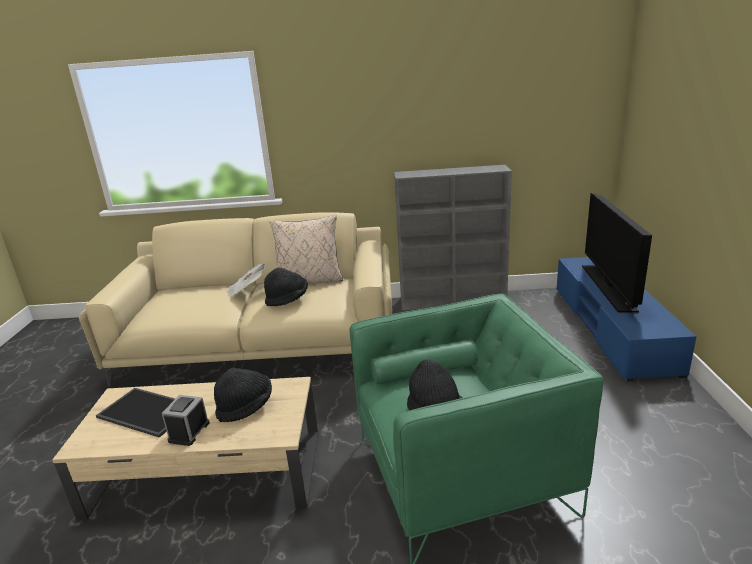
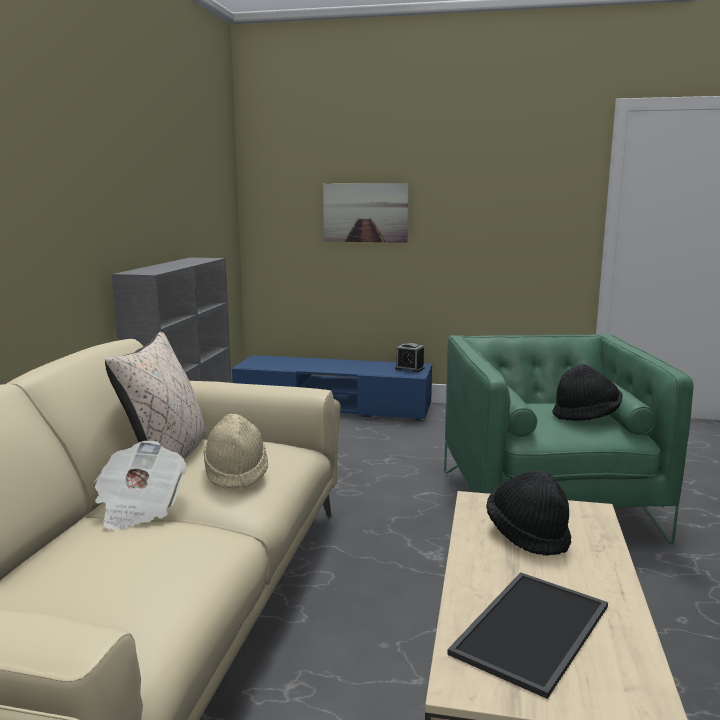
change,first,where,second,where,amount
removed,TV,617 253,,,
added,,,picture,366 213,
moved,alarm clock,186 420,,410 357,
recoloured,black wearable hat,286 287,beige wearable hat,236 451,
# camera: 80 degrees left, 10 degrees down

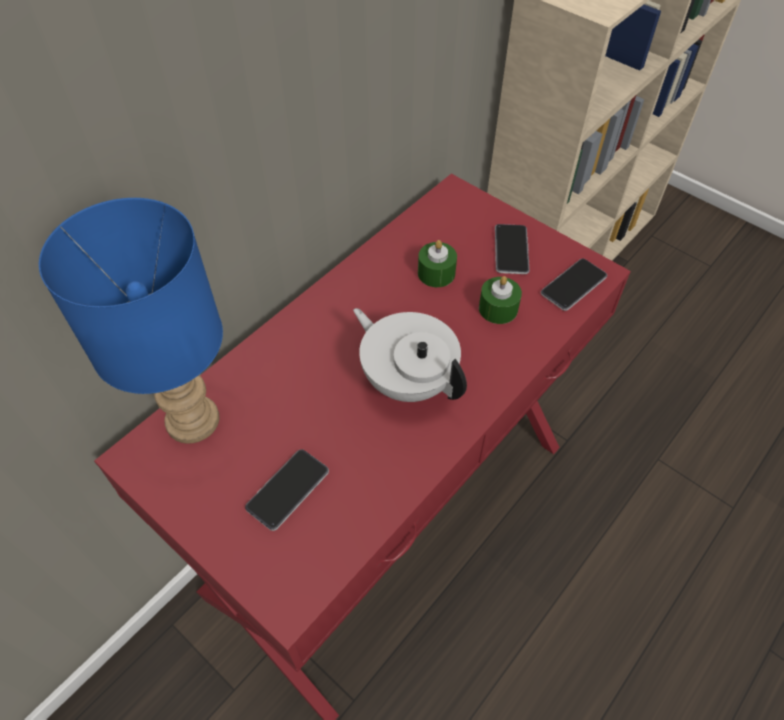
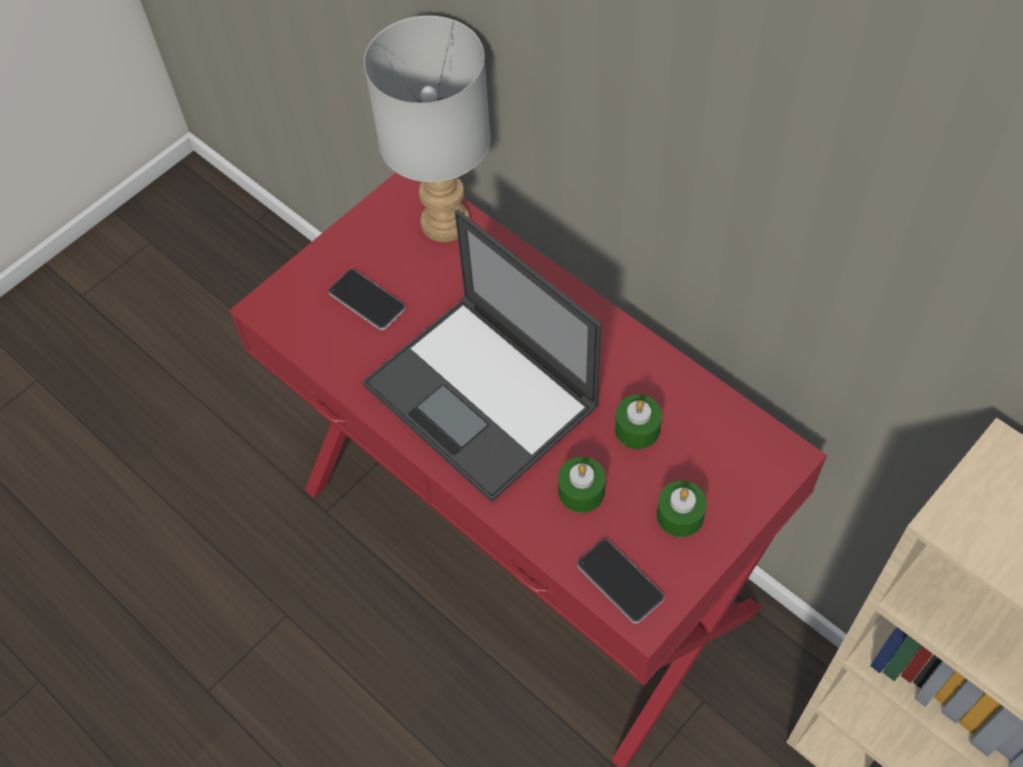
change,first,where,second,where,amount
replaced,whitish teapot,410 355,portable computer,482 356,
replaced,telephone,512 249,green-coloured wax candle,681 509,
recoloured,bluish lamp for a table,131 321,gray lamp for a table,427 128,
# camera: 95 degrees right, 5 degrees up

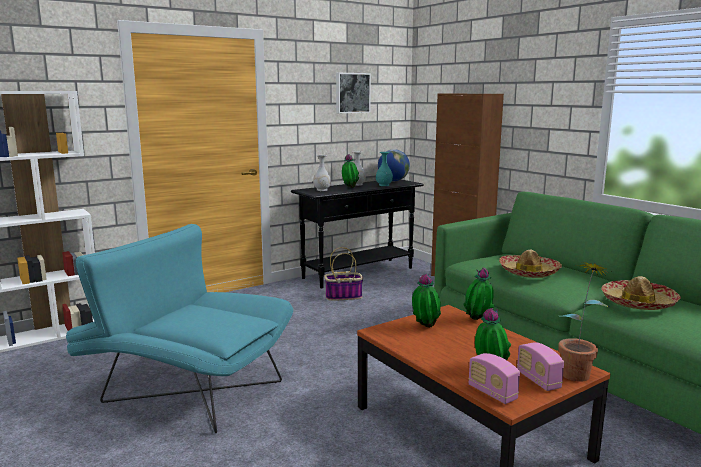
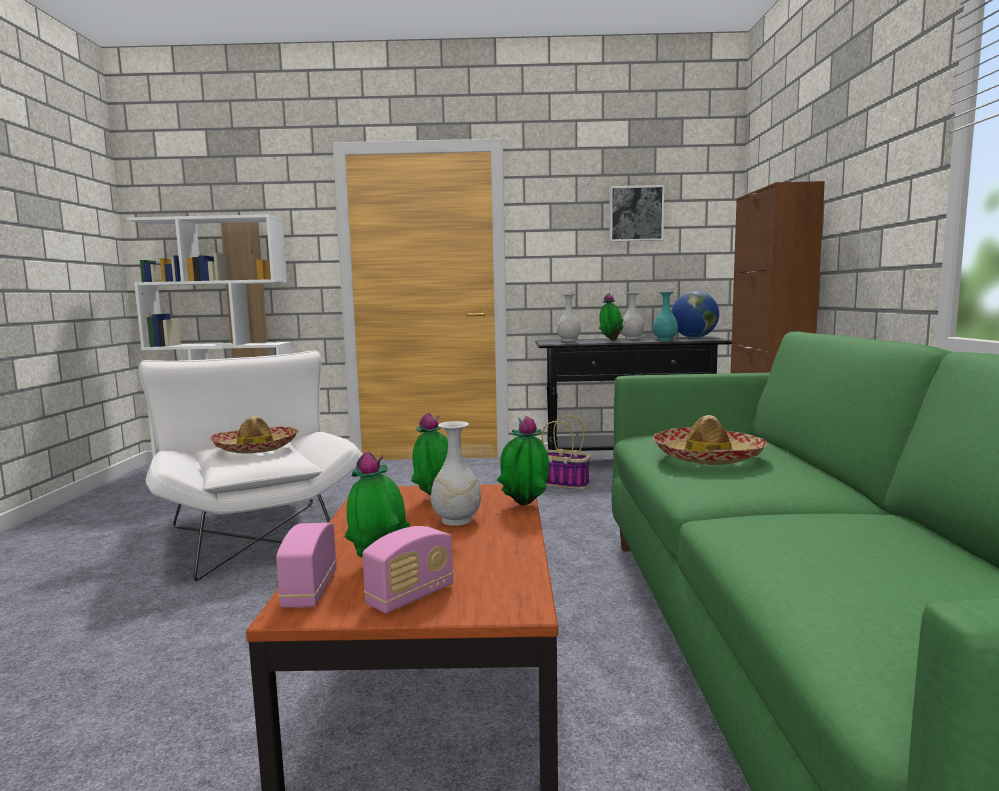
change,first,where,second,where,amount
removed,potted plant,584 322,,,
added,,,whitish decorative vase,456 473,
moved,wearable hat,641 293,,254 435,
recoloured,turquoise lounge chair,179 328,whitish lounge chair,250 465,
turned,radio receiver,540 366,,408 570,150 degrees counterclockwise
# camera: 35 degrees right, 5 degrees down

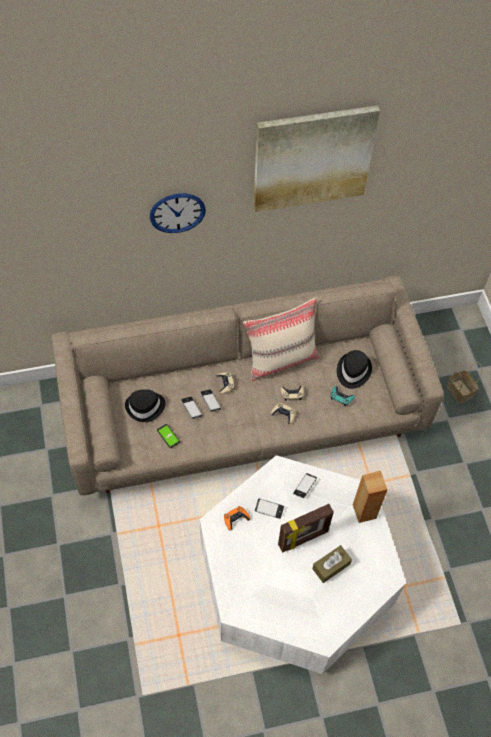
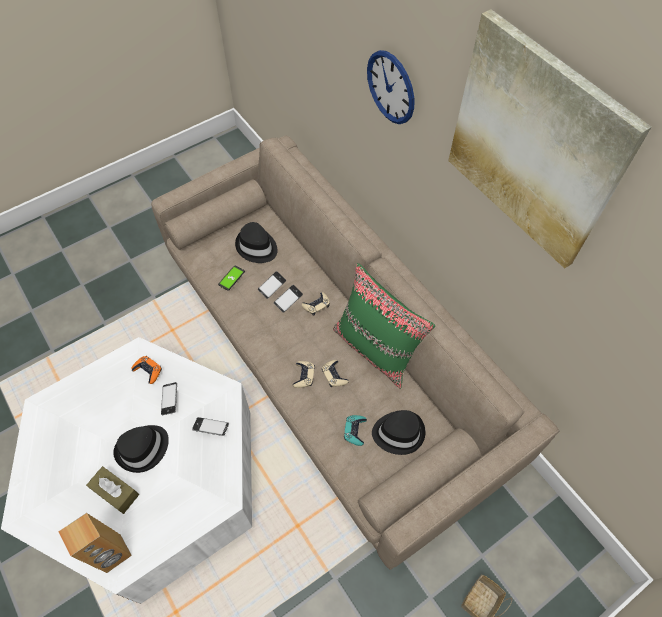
change,first,where,second,where,amount
moved,brown speaker,370 496,,95 543,
replaced,picture frame,306 528,black wearable hat,141 449,
recoloured,beige throw pillow,281 339,green-coloured throw pillow,384 326,
# camera: 70 degrees right, 0 degrees up

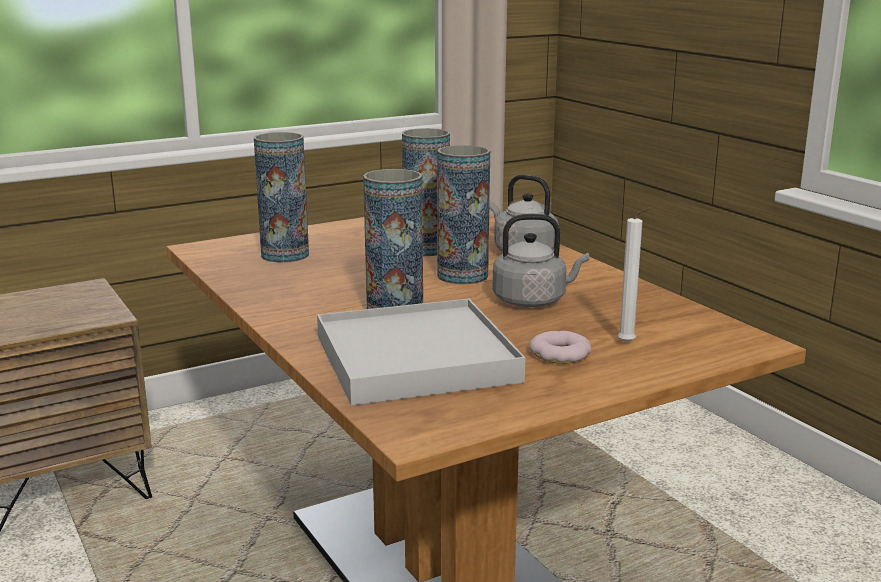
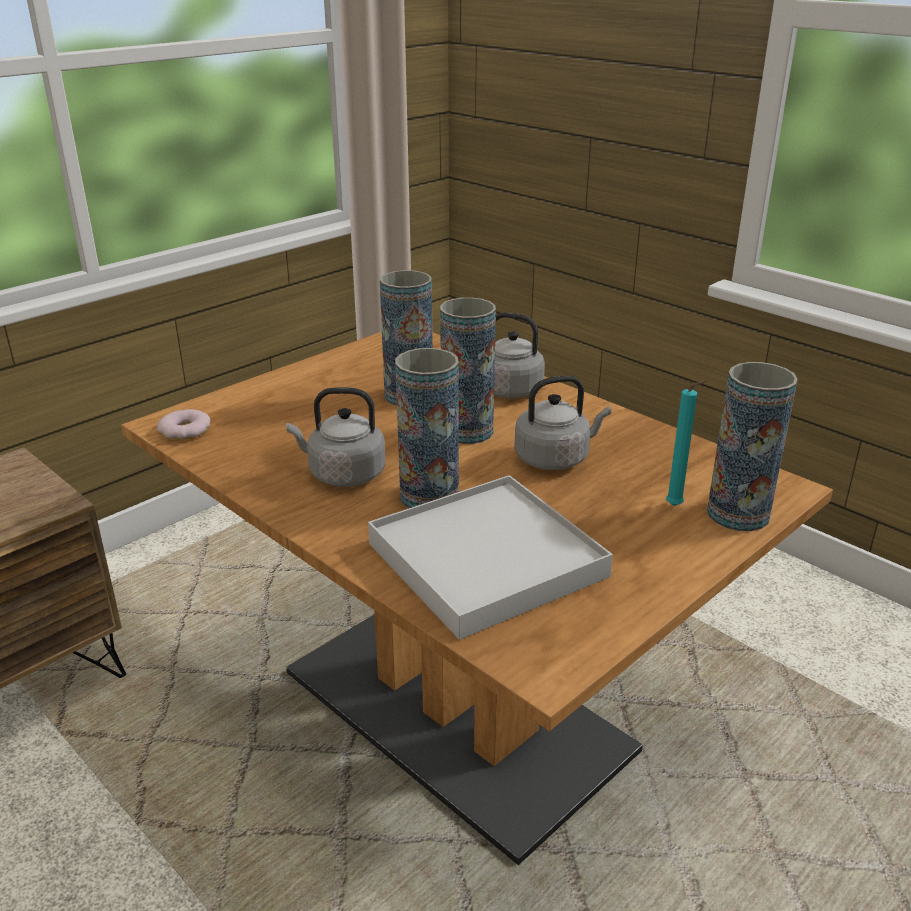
change,first,where,second,where,amount
added,,,gray tea kettle,335 437,
moved,decorative vase,281 197,,752 446,
moved,ring doughnut,560 347,,183 424,
recoloured,whitish wax candle,634 275,turquoise wax candle,687 443,
# camera: 15 degrees left, 10 degrees up

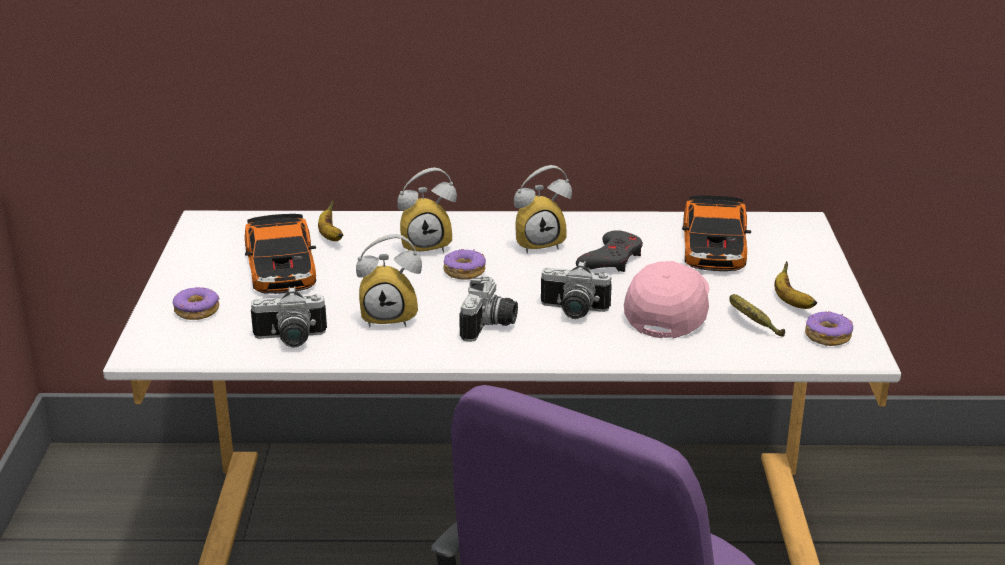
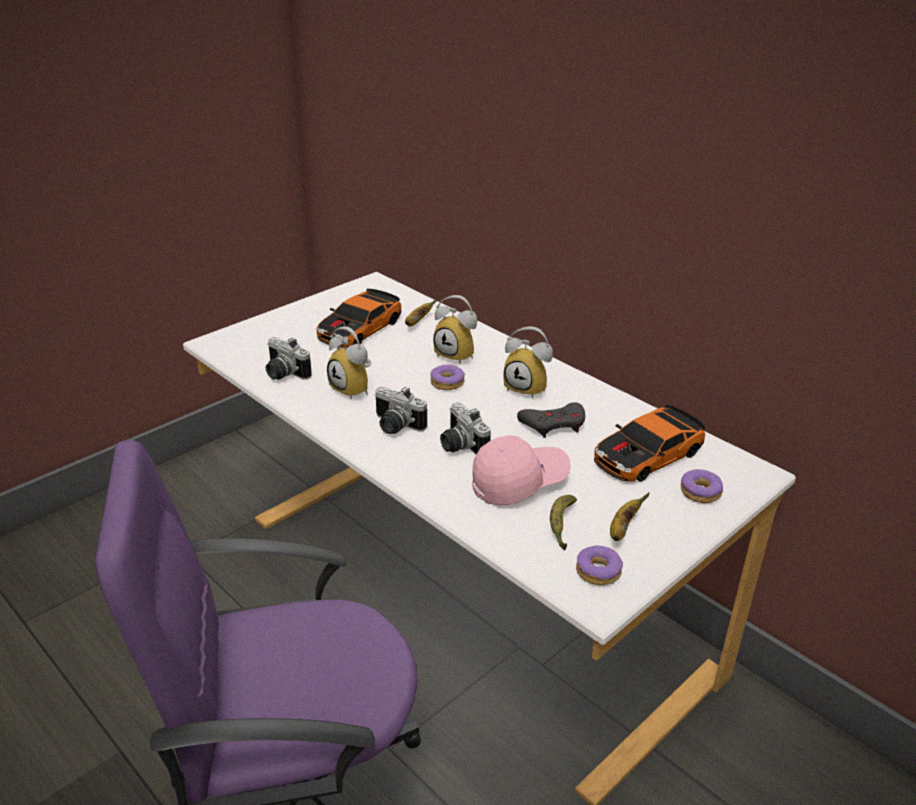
change,first,where,second,where,amount
moved,ring doughnut,196 303,,702 486,
turned,still camera,488 309,,401 410,60 degrees clockwise
# camera: 45 degrees right, 5 degrees up

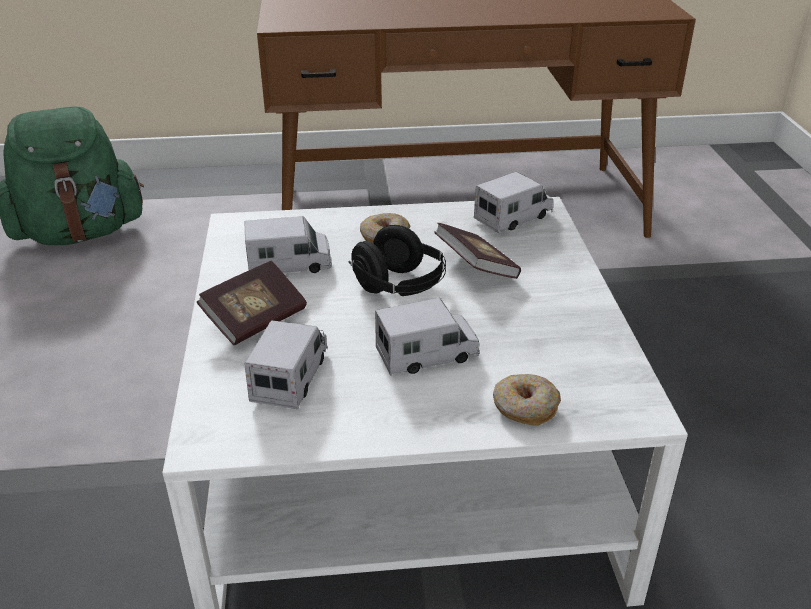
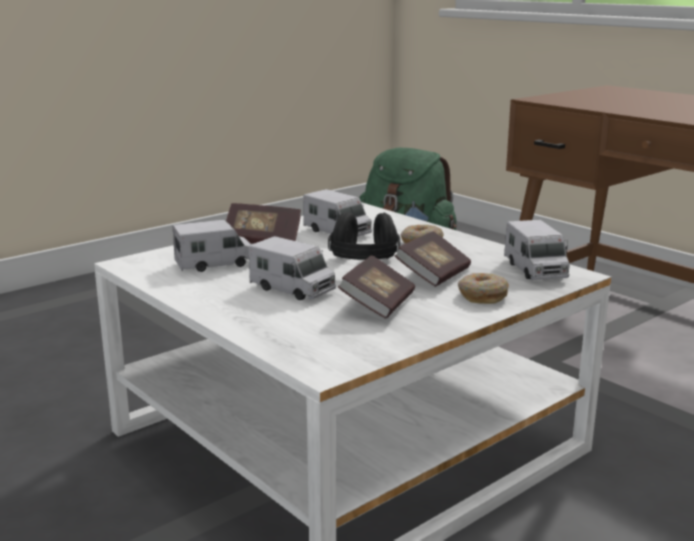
change,first,where,second,where,amount
added,,,bound book,376 287,
moved,ring doughnut,527 400,,483 288,
turned,toy lorry,513 202,,537 250,60 degrees clockwise
# camera: 55 degrees right, 15 degrees down

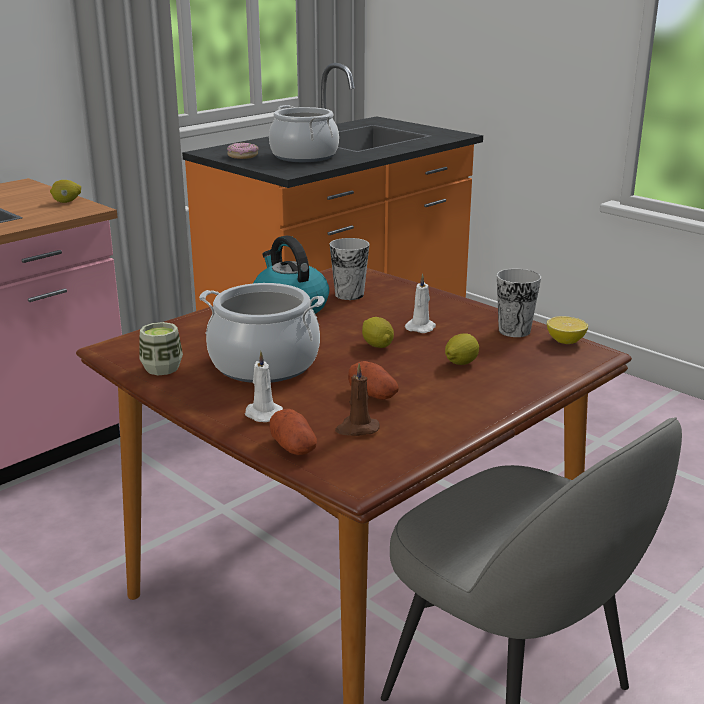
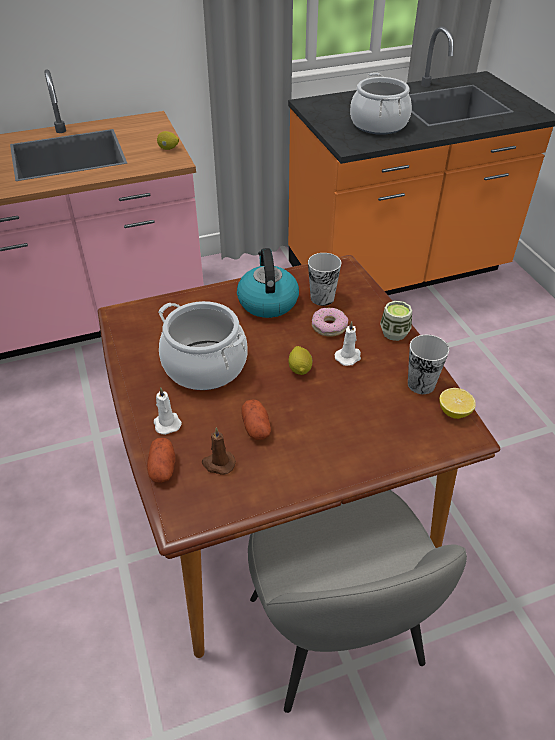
change,first,where,second,where,amount
removed,citrus fruit,462 349,,,
moved,cup,161 348,,396 321,
moved,ring doughnut,243 151,,330 322,
# camera: 25 degrees right, 20 degrees up

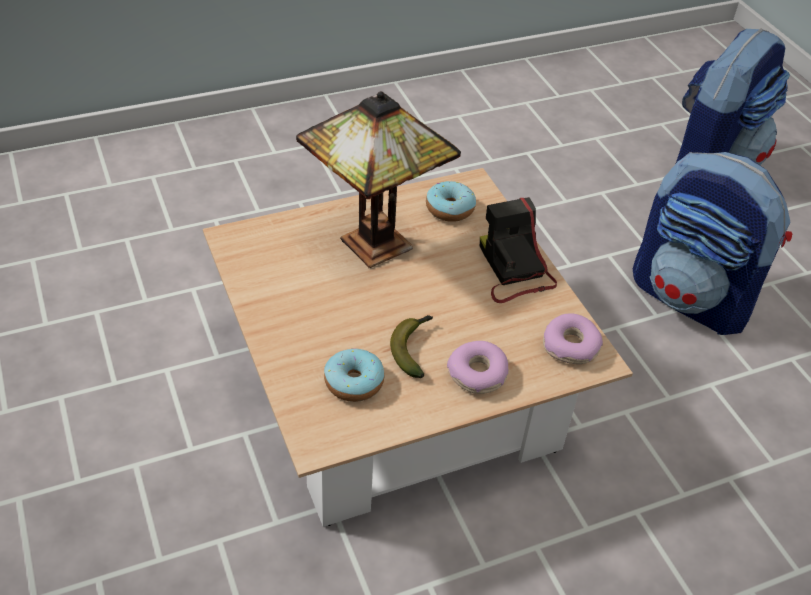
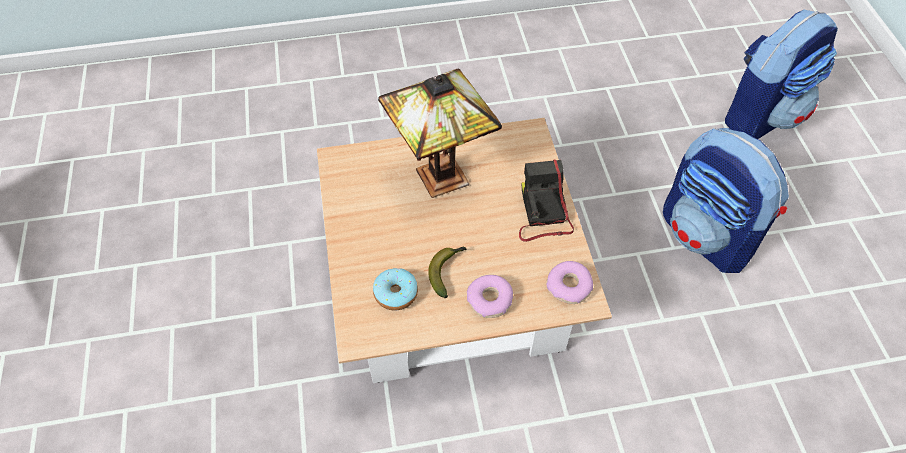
change,first,where,second,where,amount
removed,ring doughnut,451 201,,,
# camera: 15 degrees right, 10 degrees up

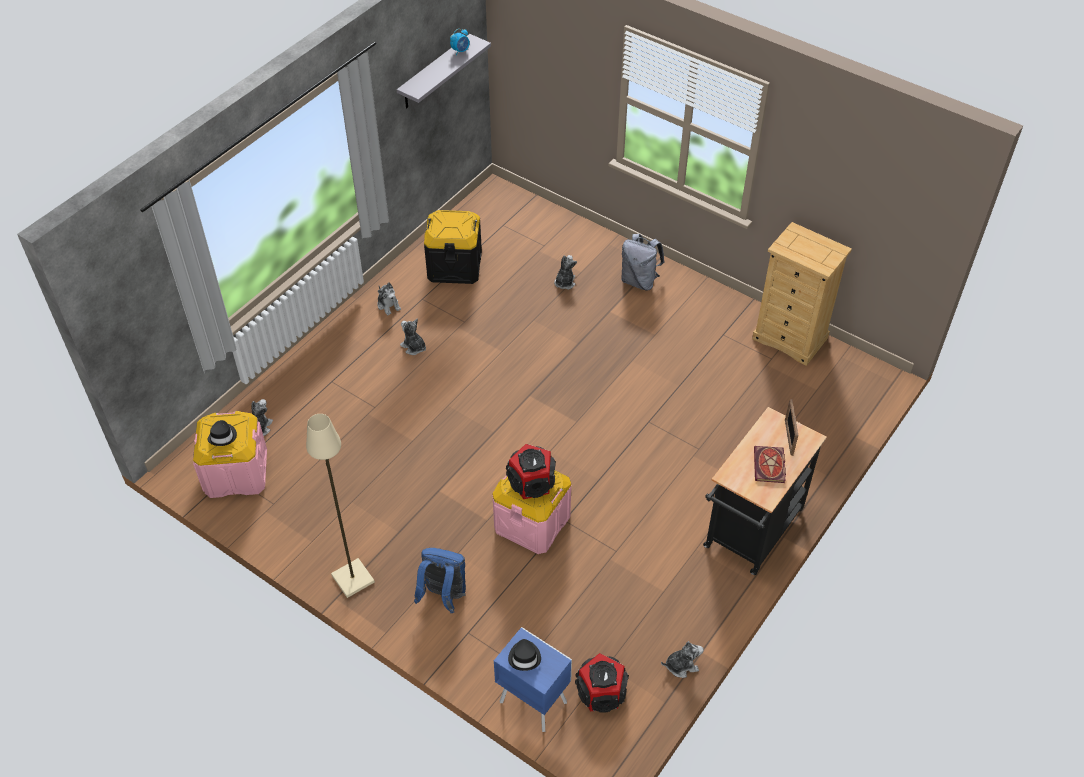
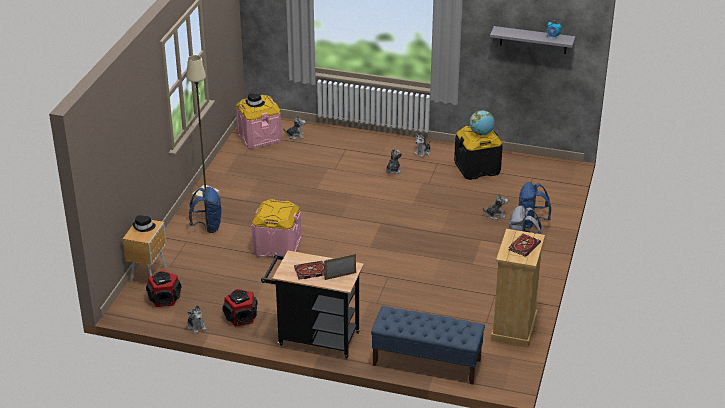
change,first,where,second,where,amount
added,,,bluish bench,428 345,
added,,,globe,482 123,
added,,,bound book,524 245,
added,,,bluish knapsack,535 205,
moved,speaker,531 471,,240 308,
recoloured,bluish nightstand,533 679,brown nightstand,145 251,
# camera: 70 degrees right, 15 degrees down

